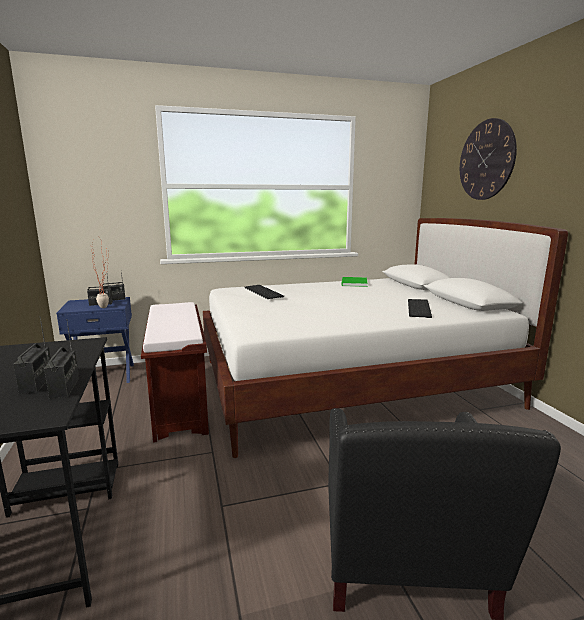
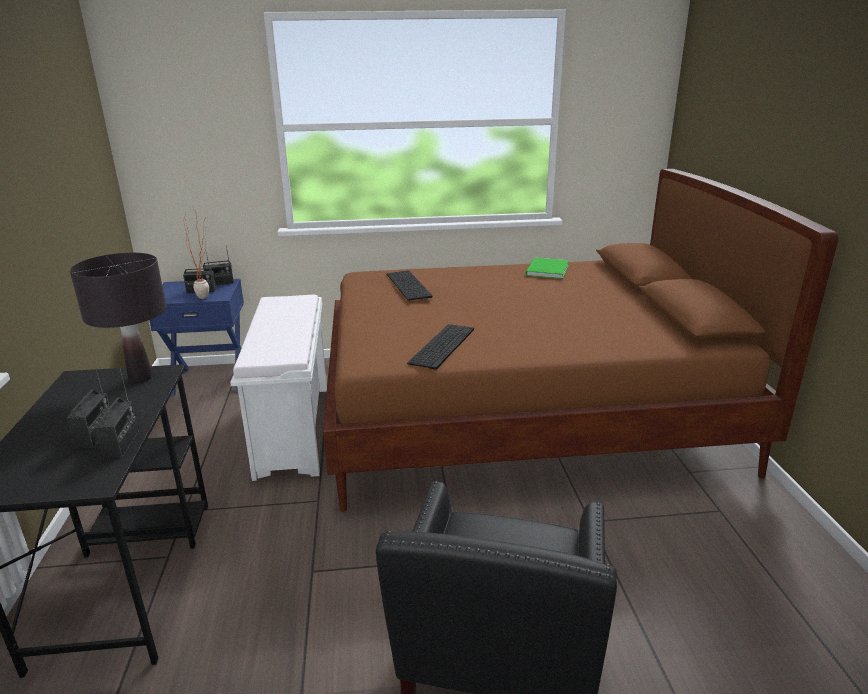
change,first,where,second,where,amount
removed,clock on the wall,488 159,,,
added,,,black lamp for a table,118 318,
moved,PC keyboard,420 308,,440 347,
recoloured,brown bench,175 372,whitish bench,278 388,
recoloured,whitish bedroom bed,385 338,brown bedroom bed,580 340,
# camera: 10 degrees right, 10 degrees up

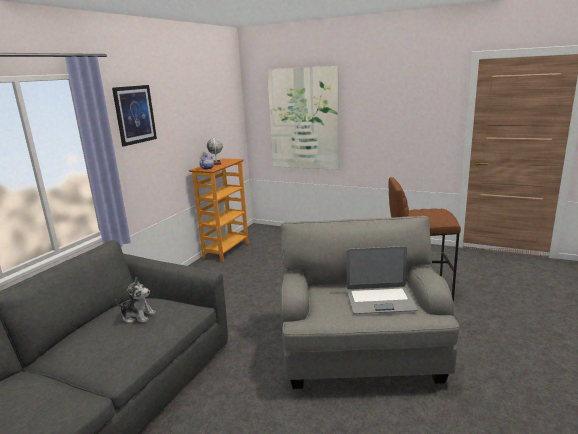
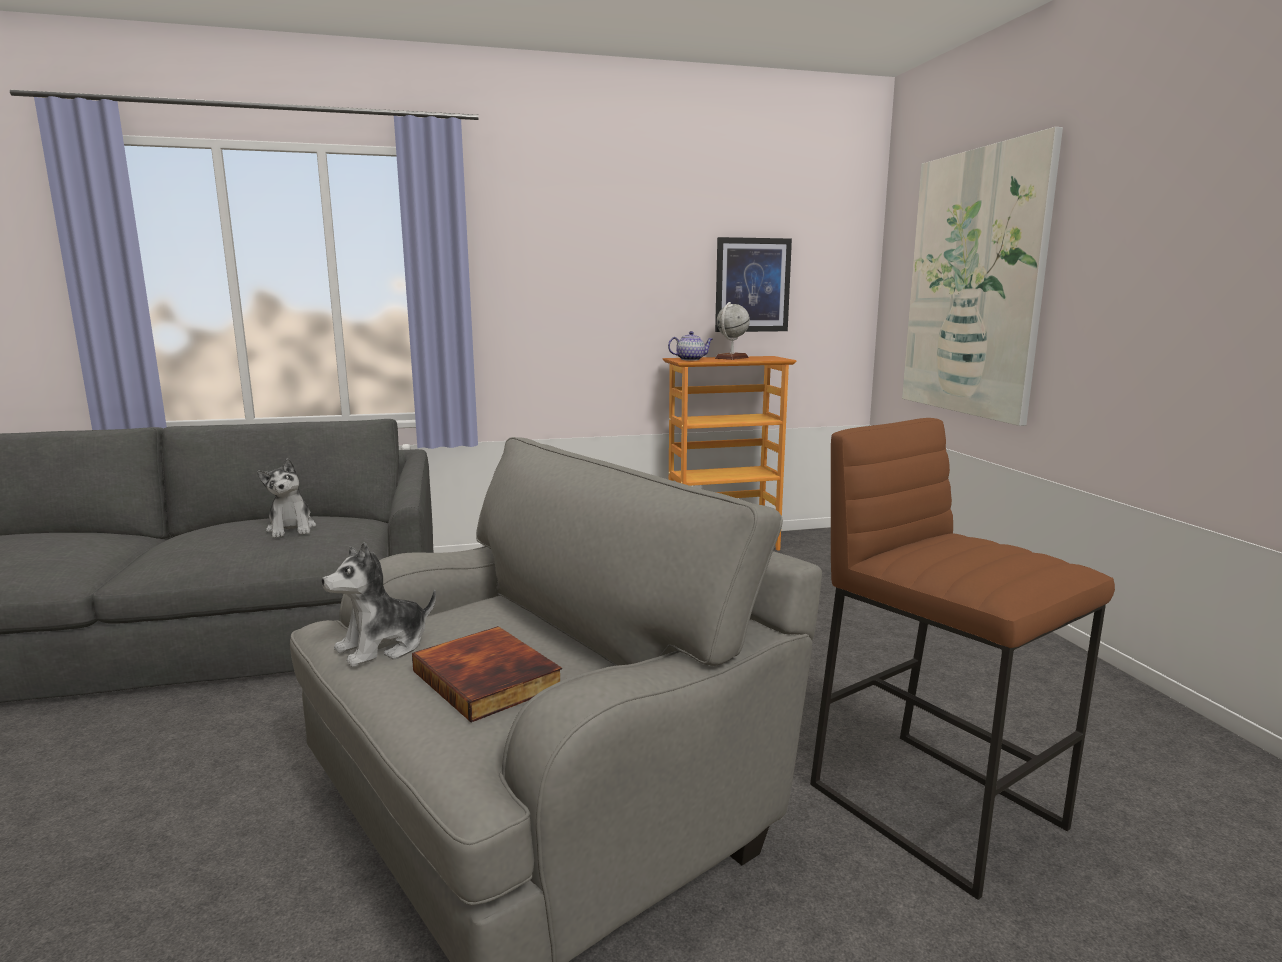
change,first,where,second,where,amount
added,,,soft toy,379 604,
moved,picture,134 115,,753 284,
replaced,portable computer,382 280,bound book,487 674,
# camera: 50 degrees right, 5 degrees down

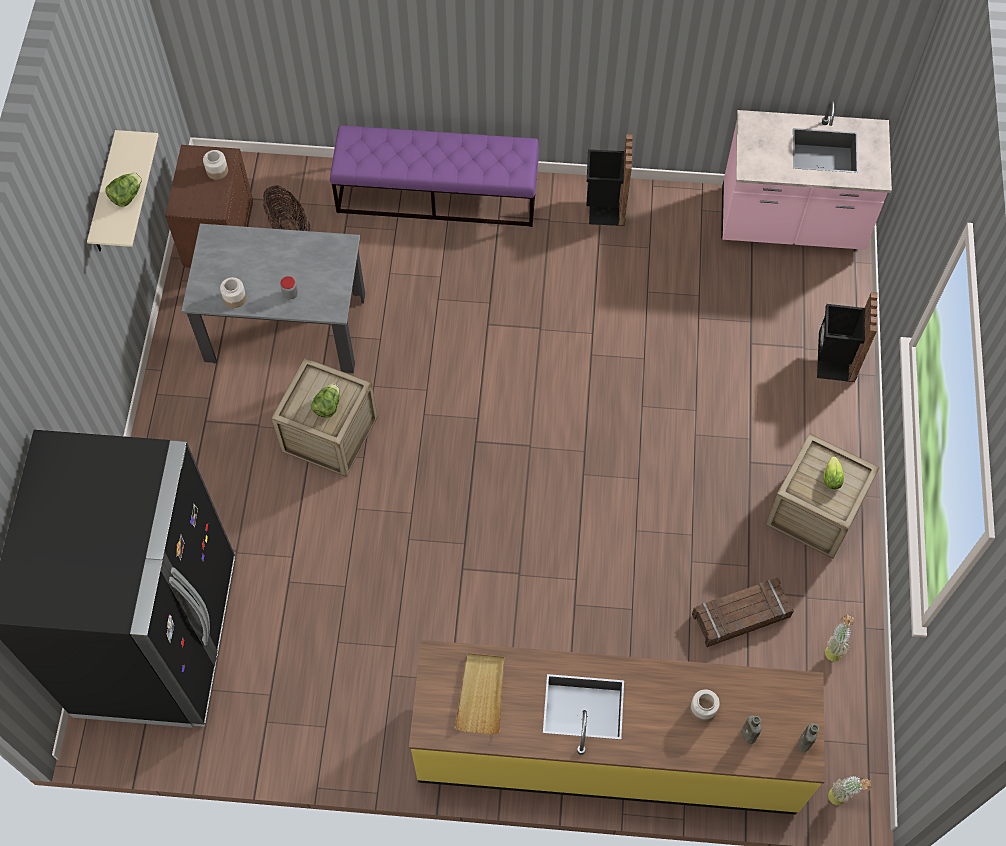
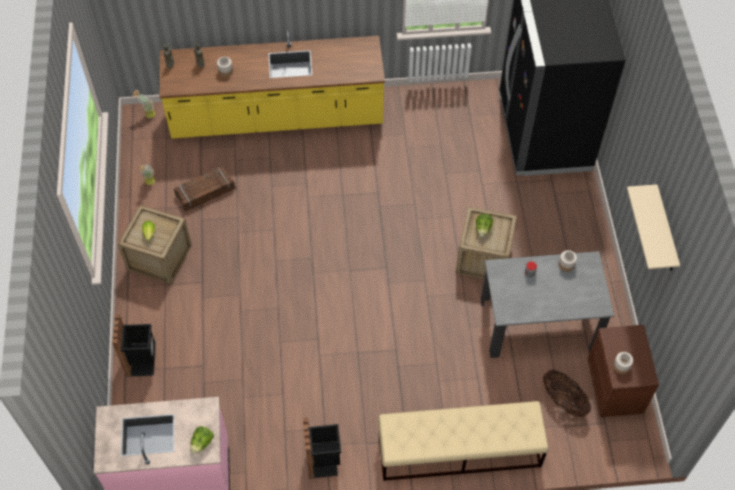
change,first,where,second,where,amount
removed,beige serving tray,479 693,,,
moved,lettuce head,123 190,,202 440,
recoloured,purple bench,434 176,beige bench,463 441,
# camera: 170 degrees right, 5 degrees down

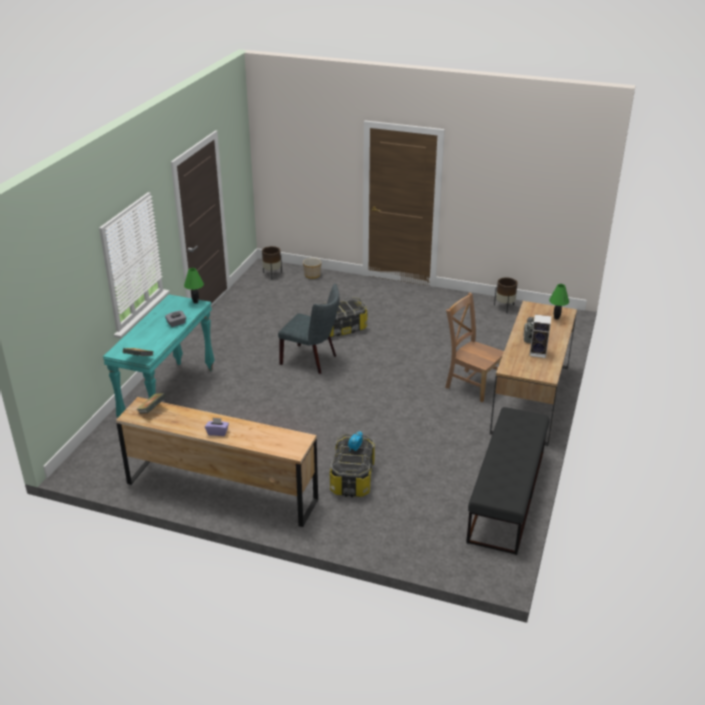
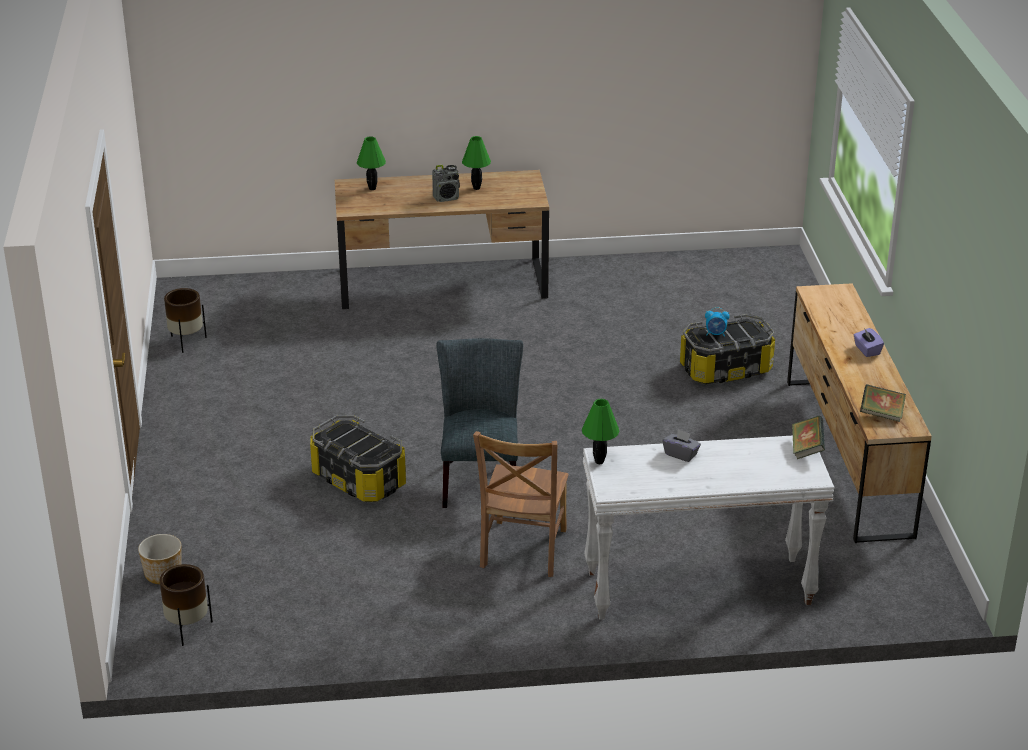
change,first,where,second,where,amount
removed,black bench,508 481,,,
moved,brown chair,474 348,,521 504,
replaced,speaker,540 336,green-coloured lamp for a table,476 163,
recoloured,turquoise hall table,159 356,whitish hall table,709 528,
# camera: 115 degrees left, 0 degrees up

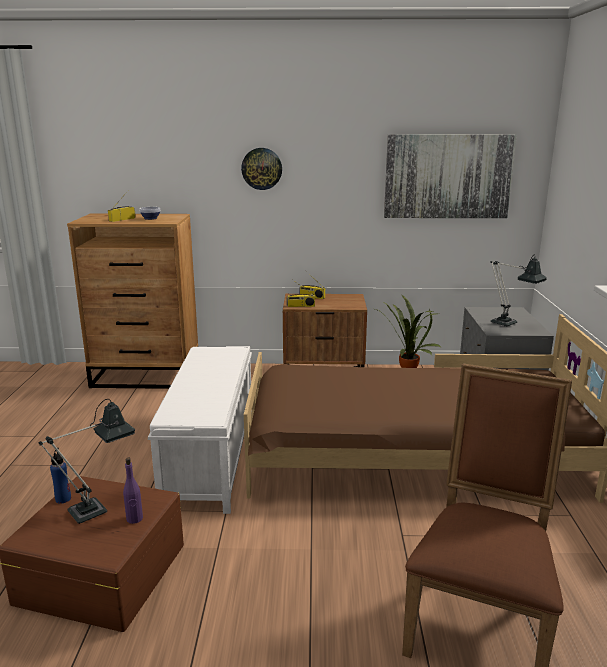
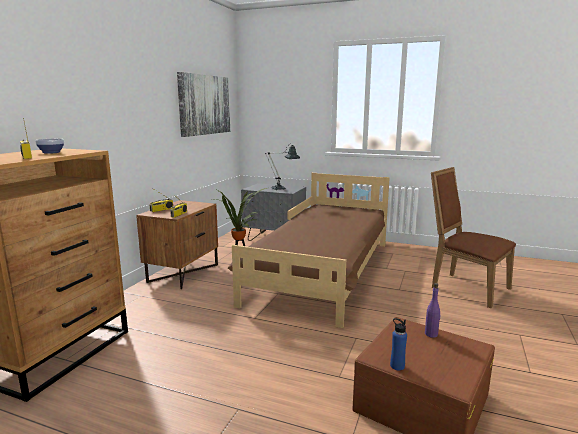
change,first,where,second,where,amount
removed,lamp for a table,86 461,,,
removed,whitish bench,200 430,,,
removed,clock on the wall,261 169,,,
# camera: 70 degrees left, 5 degrees down

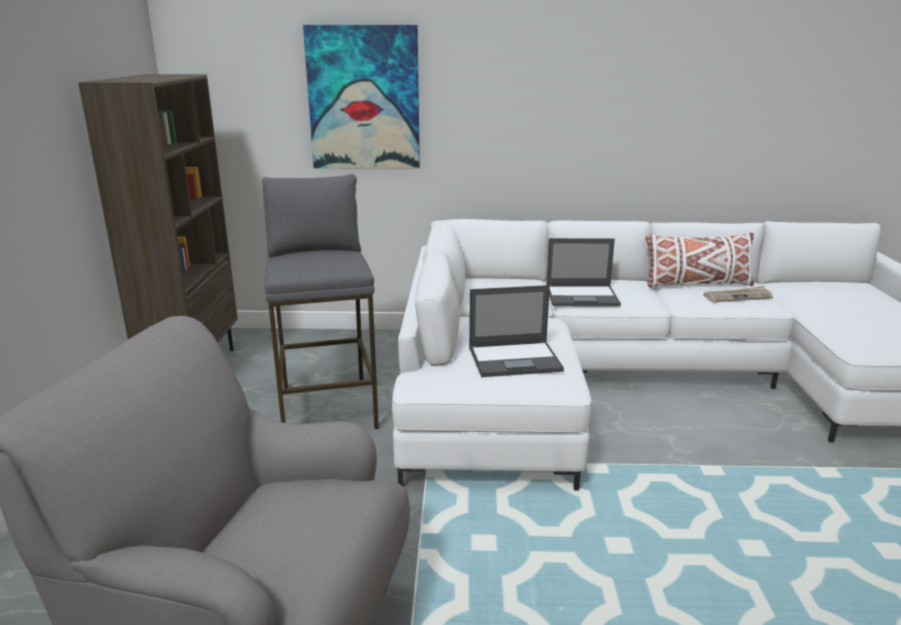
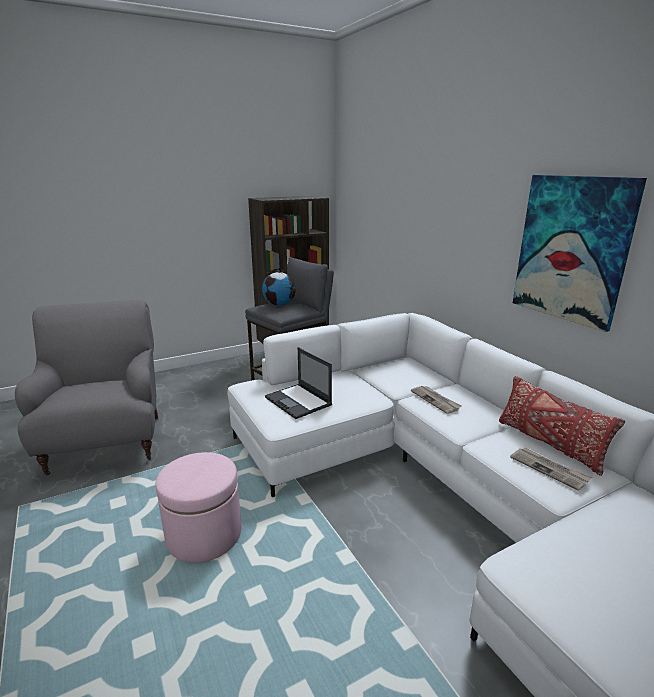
change,first,where,second,where,amount
added,,,pink ottoman,198 507,
added,,,globe,279 286,
moved,picture,361 97,,580 253,
replaced,portable computer,583 272,newspaper,436 400,
recoloured,whitish throw pillow,699 260,red-coloured throw pillow,562 426,
# camera: 60 degrees right, 0 degrees up

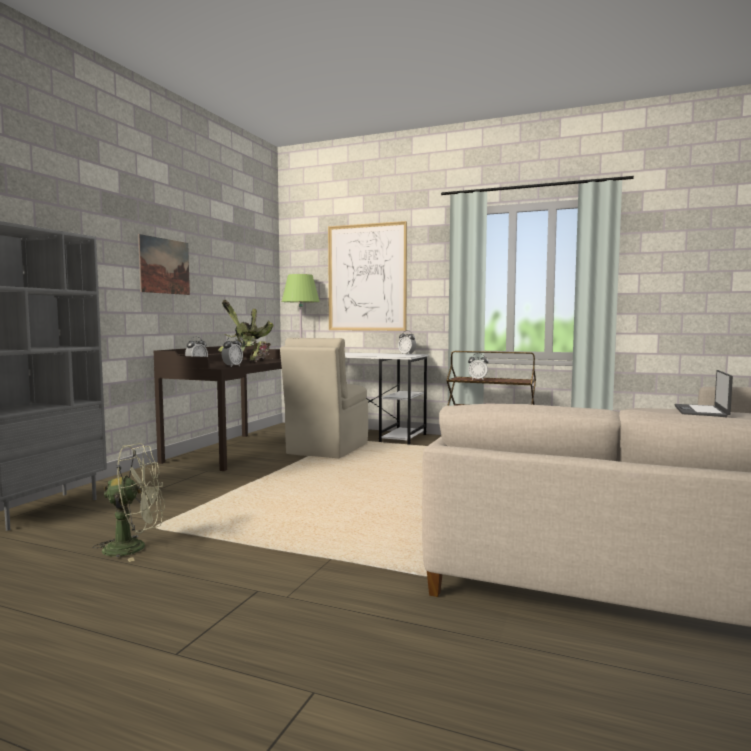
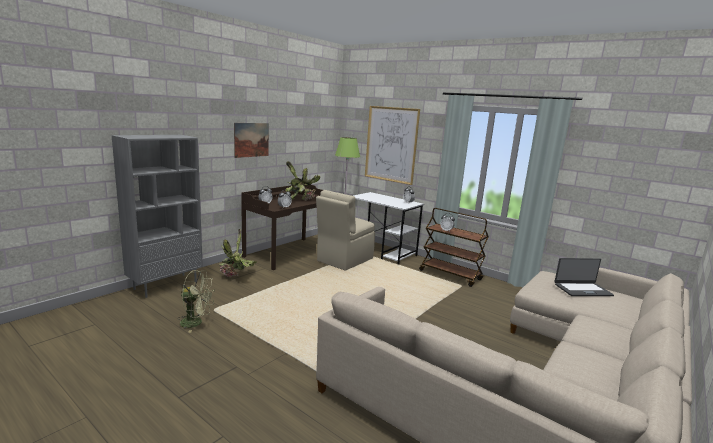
change,first,where,second,where,amount
added,,,potted plant,238 253,
turned,portable computer,703 393,,584 277,135 degrees counterclockwise
# camera: 15 degrees right, 10 degrees up

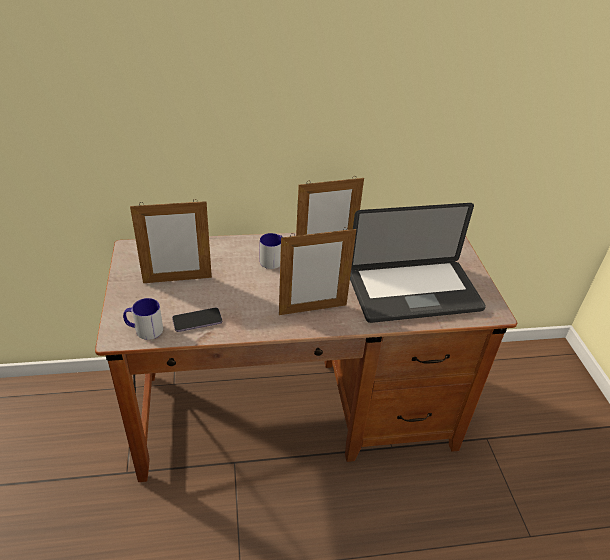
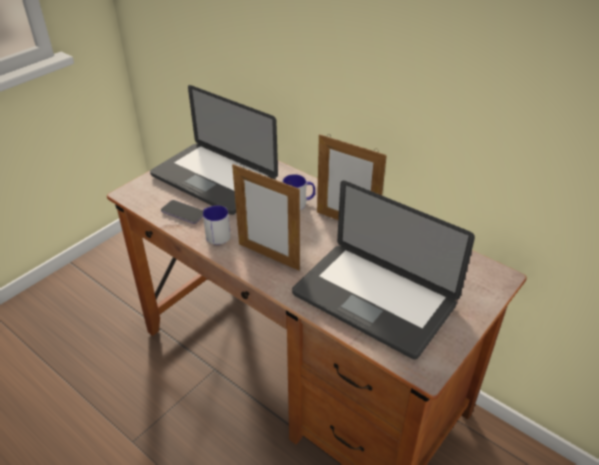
change,first,where,second,where,amount
moved,coffee mug,143 319,,217 225,
replaced,picture frame,171 241,portable computer,214 150,
# camera: 50 degrees right, 0 degrees up

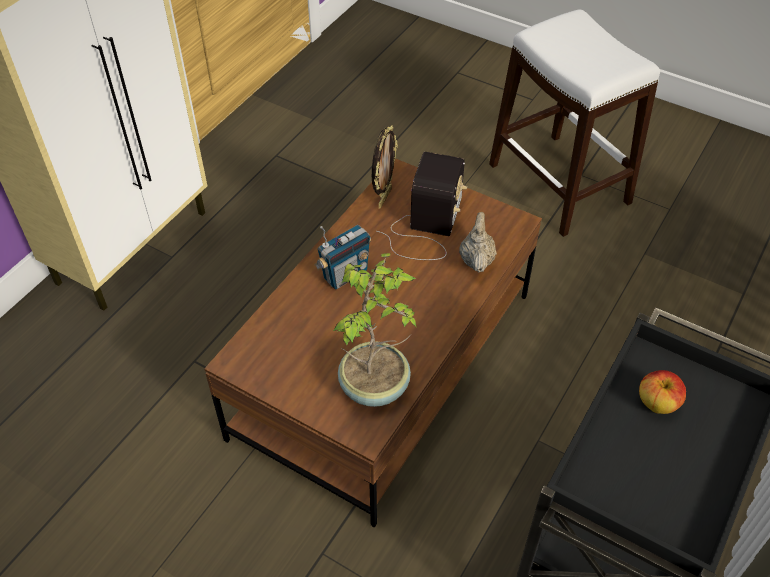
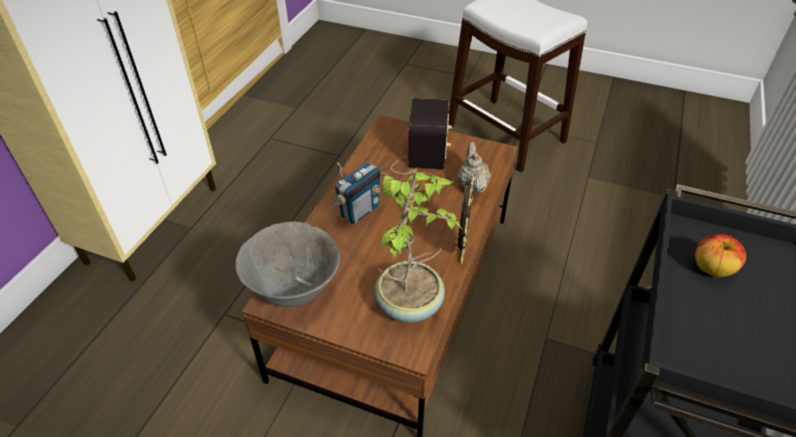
change,first,where,second,where,amount
added,,,gray deep dish,287 264,
moved,picture frame,385 167,,466 220,
# camera: 10 degrees left, 5 degrees down

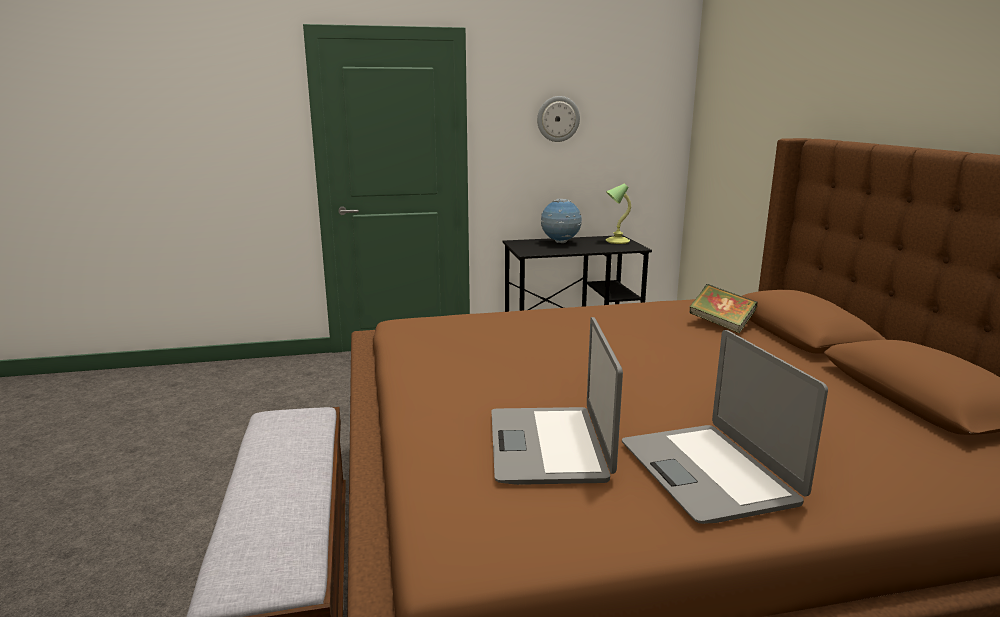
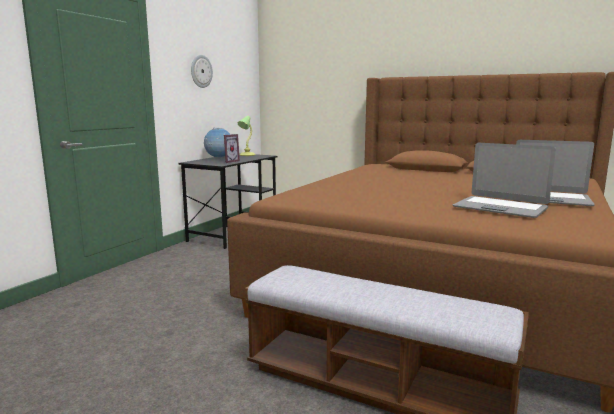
change,first,where,second,where,amount
removed,bound book,723 308,,,
added,,,picture frame,232 148,
# camera: 50 degrees left, 5 degrees down

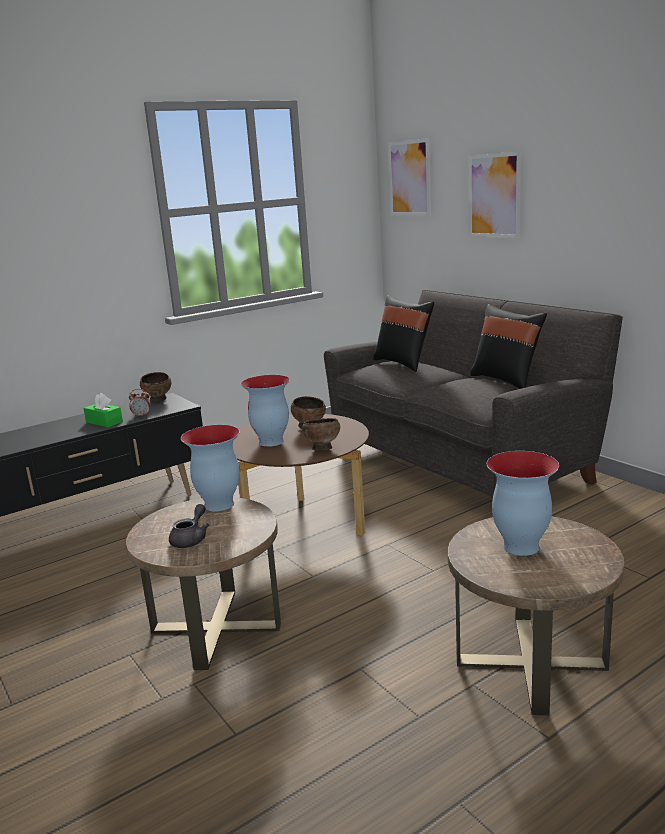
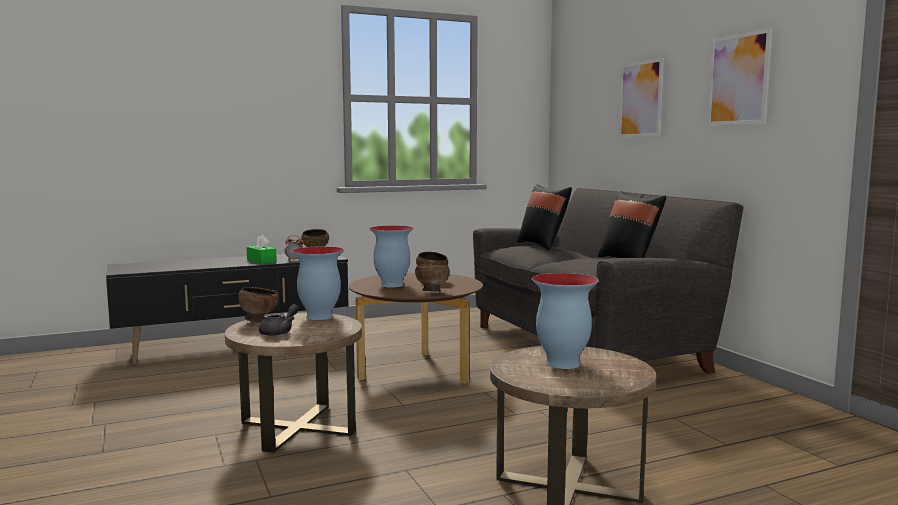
change,first,where,second,where,amount
added,,,brown deep dish,258 305,
moved,picture,409 176,,739 77,
# camera: 10 degrees right, 10 degrees down

